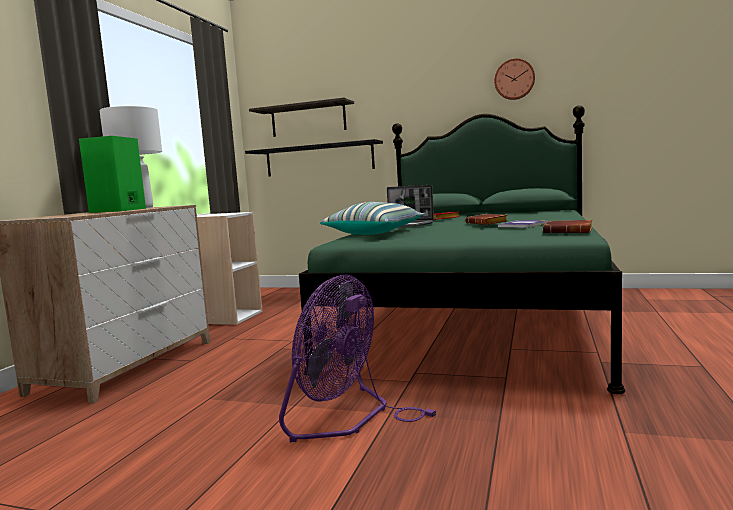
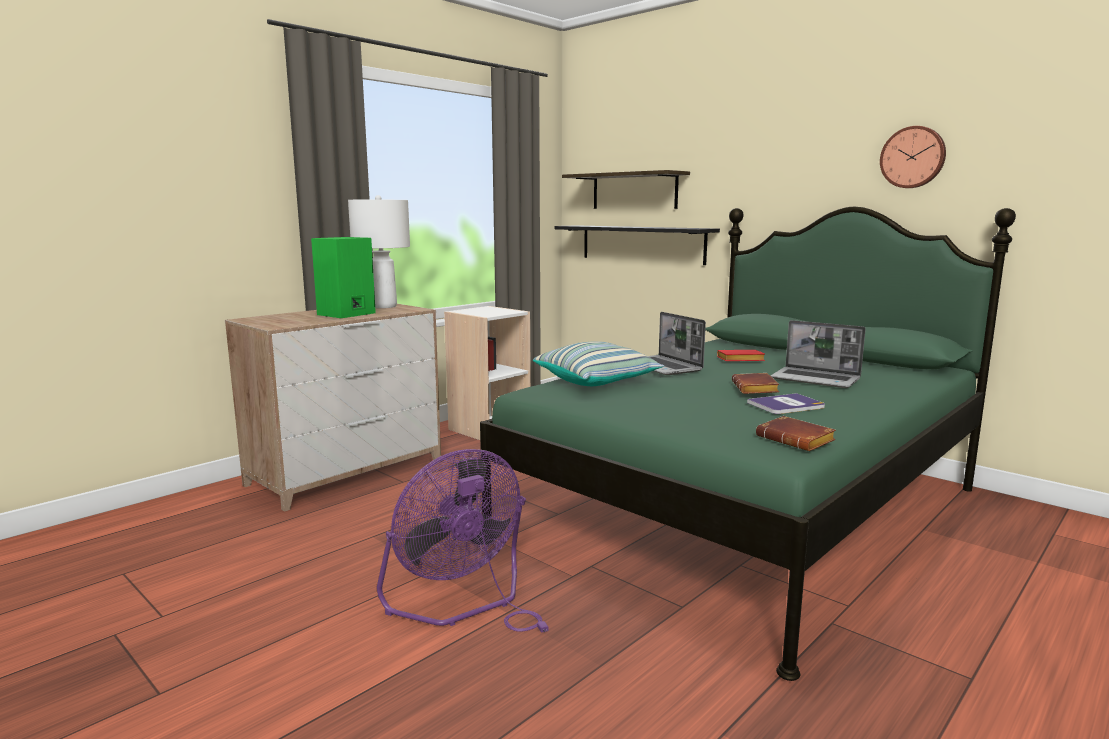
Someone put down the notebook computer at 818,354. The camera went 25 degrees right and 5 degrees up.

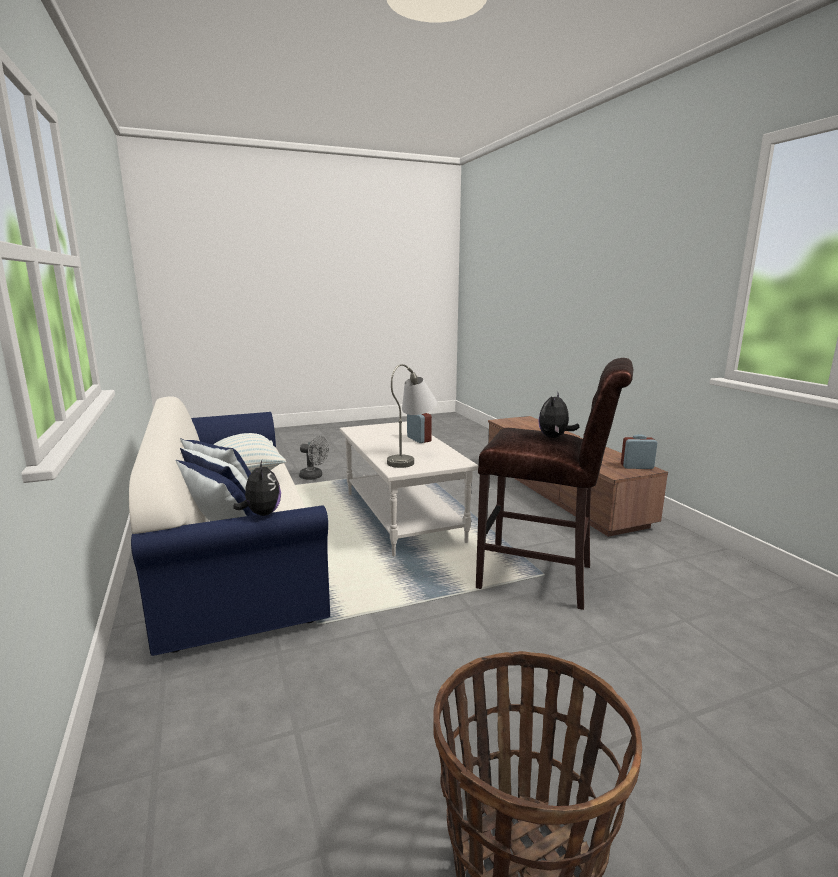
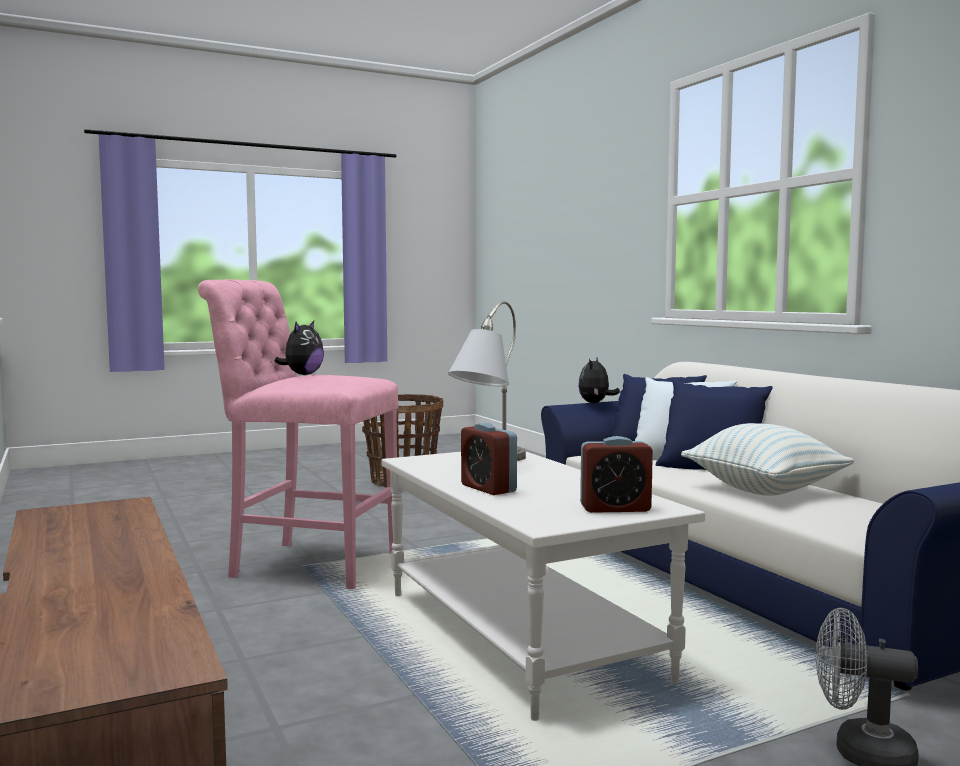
Someone repainted the brownish stool at 554,484, which became the pinkish stool at 298,434. Someone rotated the plush toy at 257,488 by 45 degrees clockwise. Someone carried the table clock from 639,451 to 616,474. The camera went 175 degrees right and 10 degrees down.

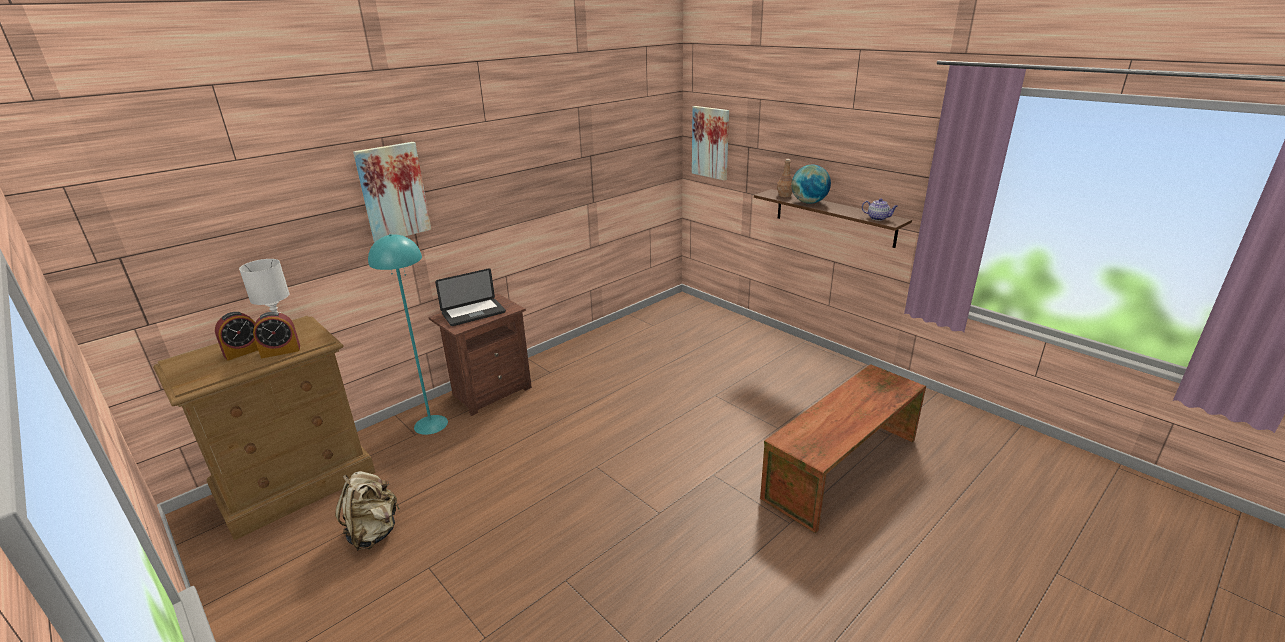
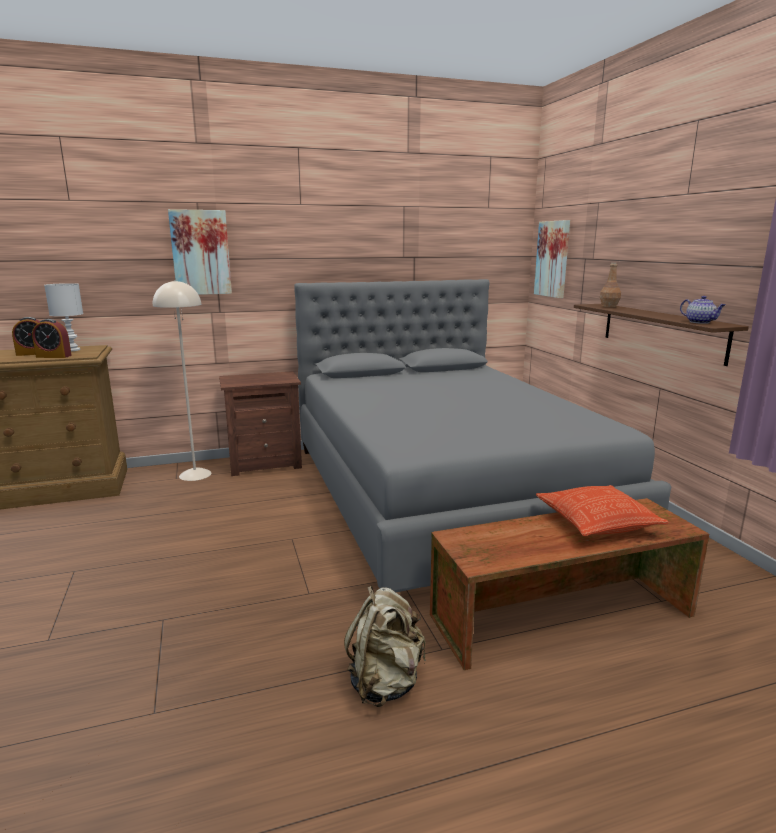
Someone repainted the blue-green standing lamp at 408,334, which became the beige-coloured standing lamp at 182,380. Someone put down the grey bed at 482,435. Someone carried the beige-coloured rucksack from 367,511 to 385,646. Someone put down the orange pillow at 602,510. Someone took away the notebook computer at 470,297. Someone took away the world globe at 811,184. The camera went 25 degrees right and 10 degrees down.

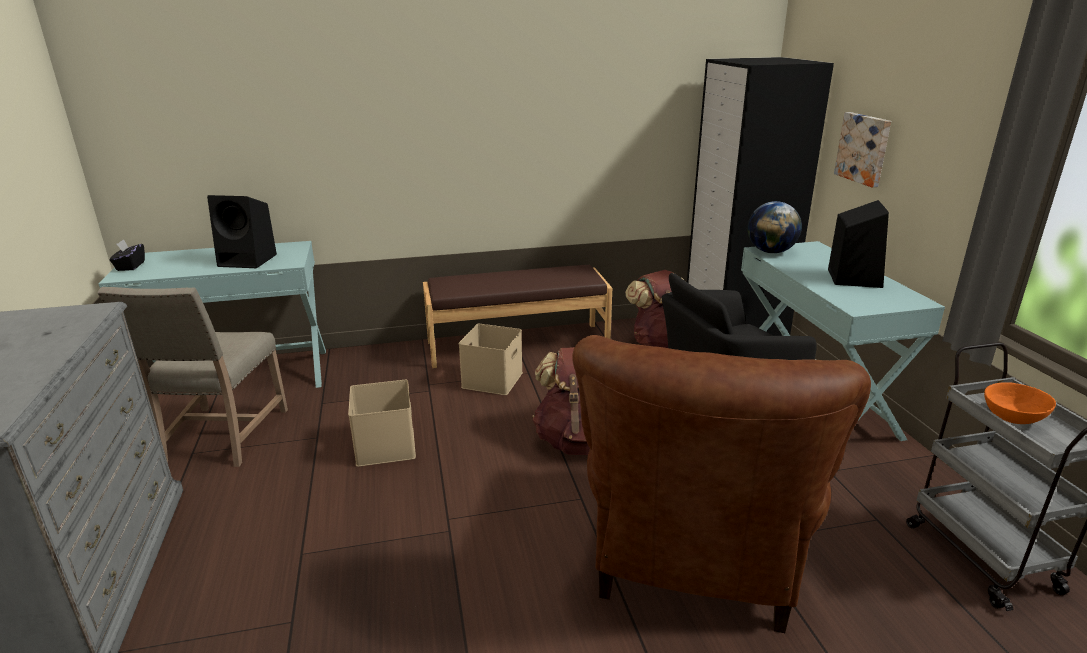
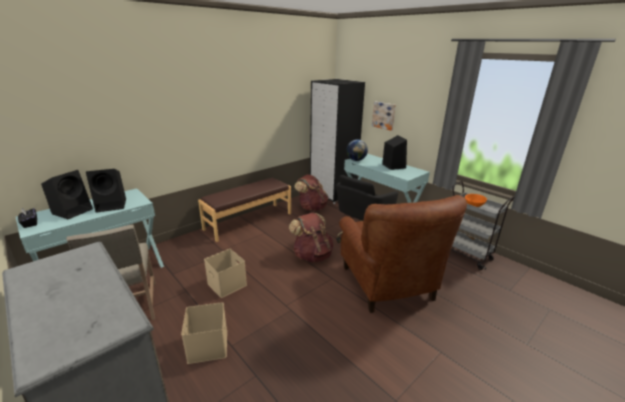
Someone put down the blackish loudspeaker at 67,194. Someone carried the beige-coloured storage bin from 491,359 to 204,333. The camera went 30 degrees left and 0 degrees up.

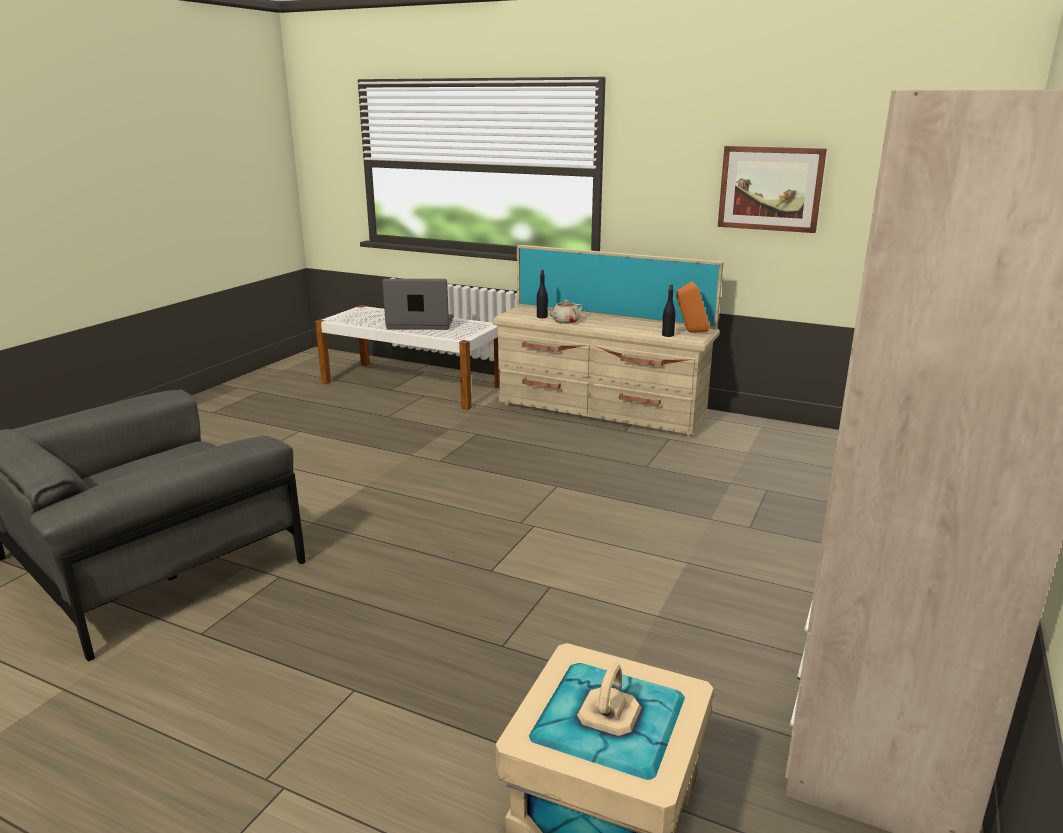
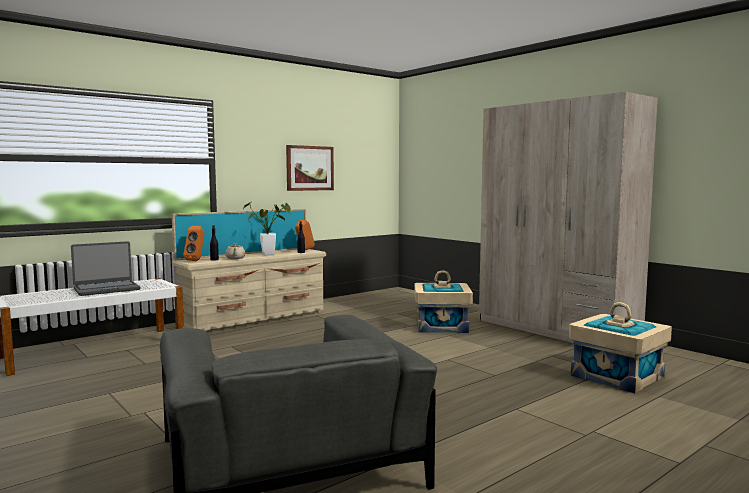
Someone rotated the notebook computer at 418,304 by 150 degrees counterclockwise. Someone put down the orange loudspeaker at 193,243. Someone put down the houseplant at 267,228. Someone put down the beige-coloured storage bin at 443,301. The camera went 65 degrees left and 15 degrees down.

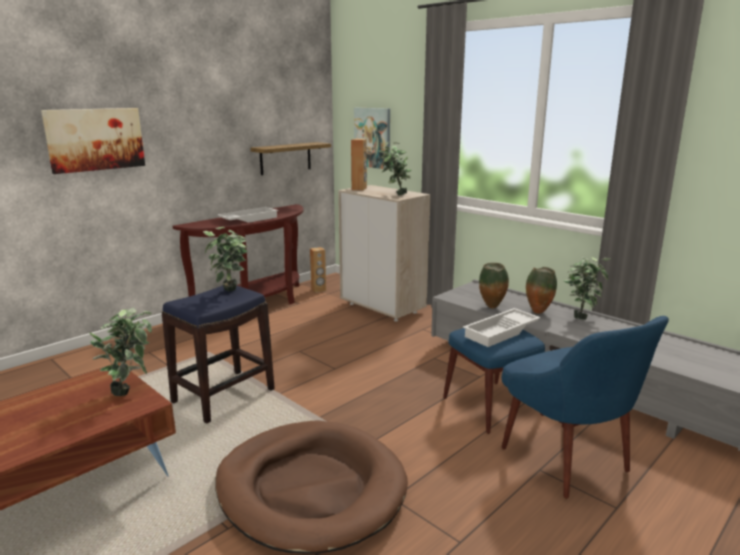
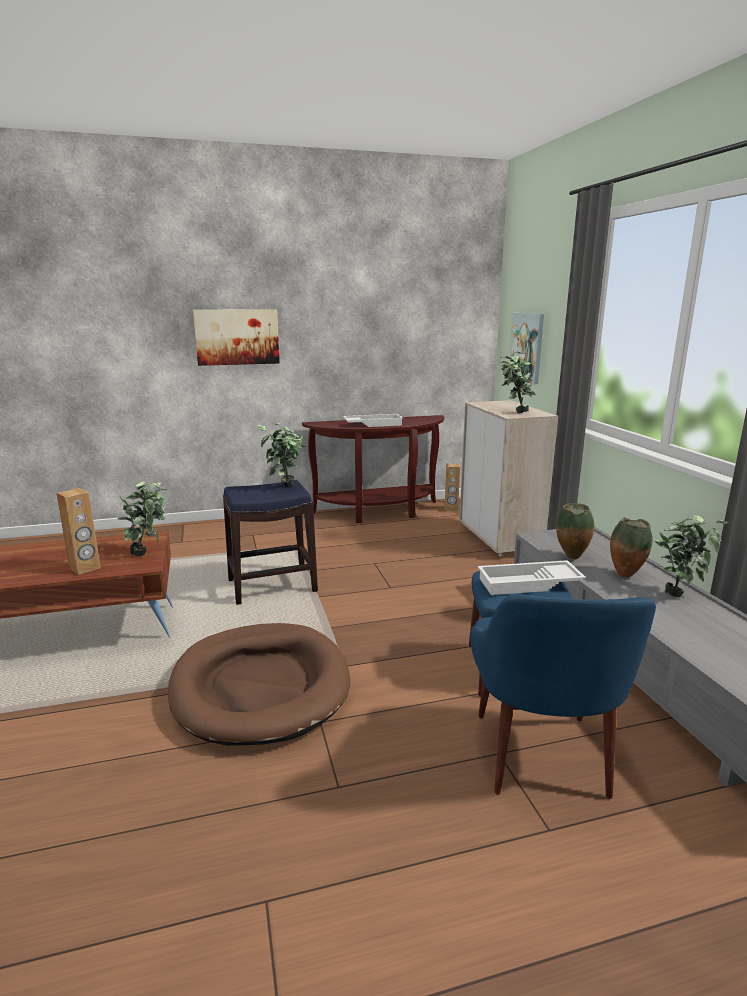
Someone carried the brownish loudspeaker from 359,165 to 78,531. Someone took away the wall shelf at 290,158. The camera went 30 degrees right and 0 degrees up.

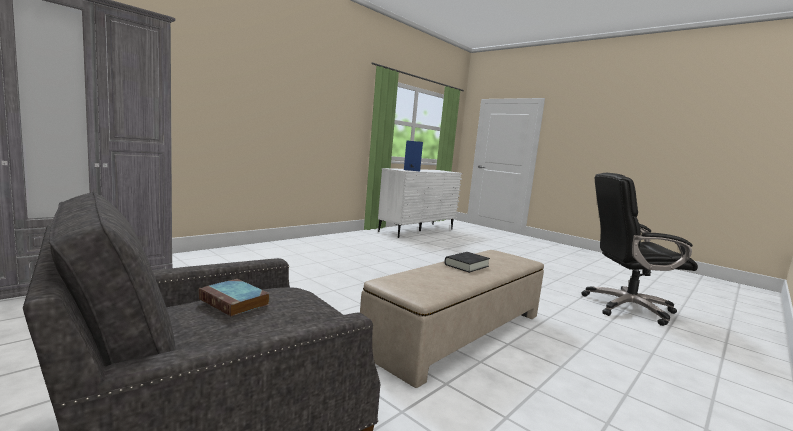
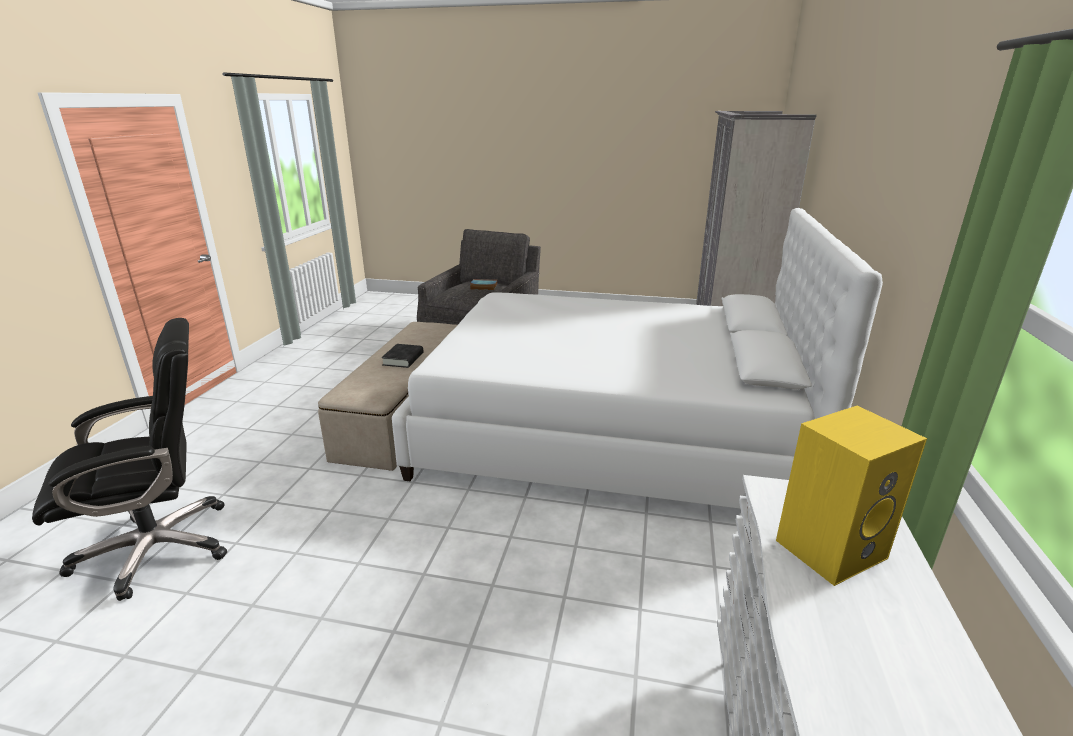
Someone put down the whitish bed at 637,358. Someone repainted the blue loudspeaker at 413,155, which became the yellowish loudspeaker at 851,496. The camera went 150 degrees right and 15 degrees up.

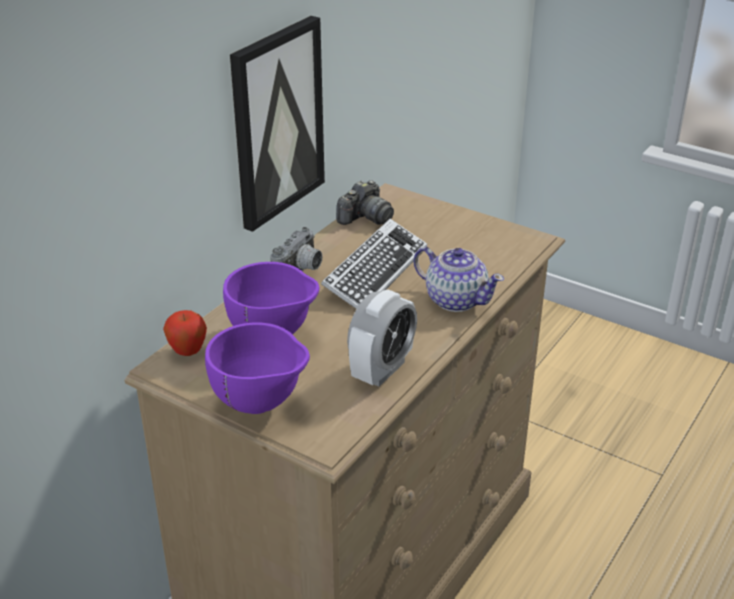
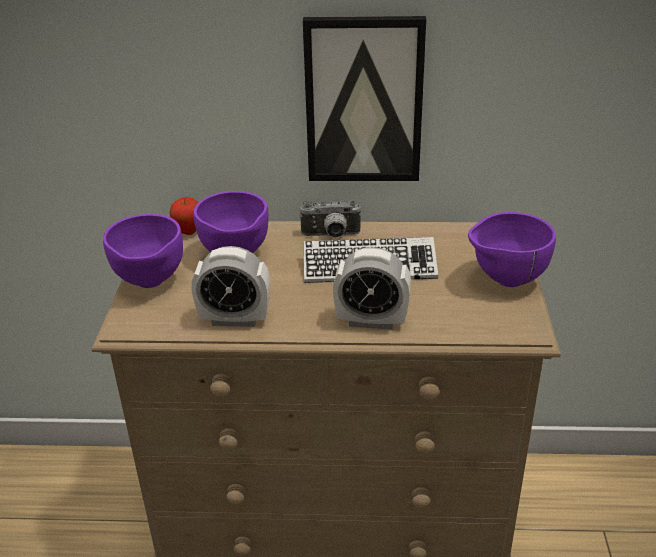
Someone swapped the teapot at 459,279 for the table clock at 372,288. Someone put down the purple serving bowl at 512,249. Someone took away the photo camera at 365,202. The camera went 60 degrees right and 0 degrees up.

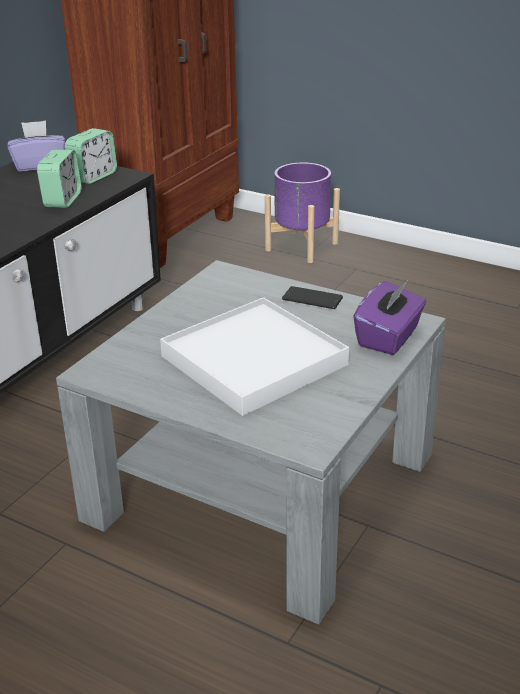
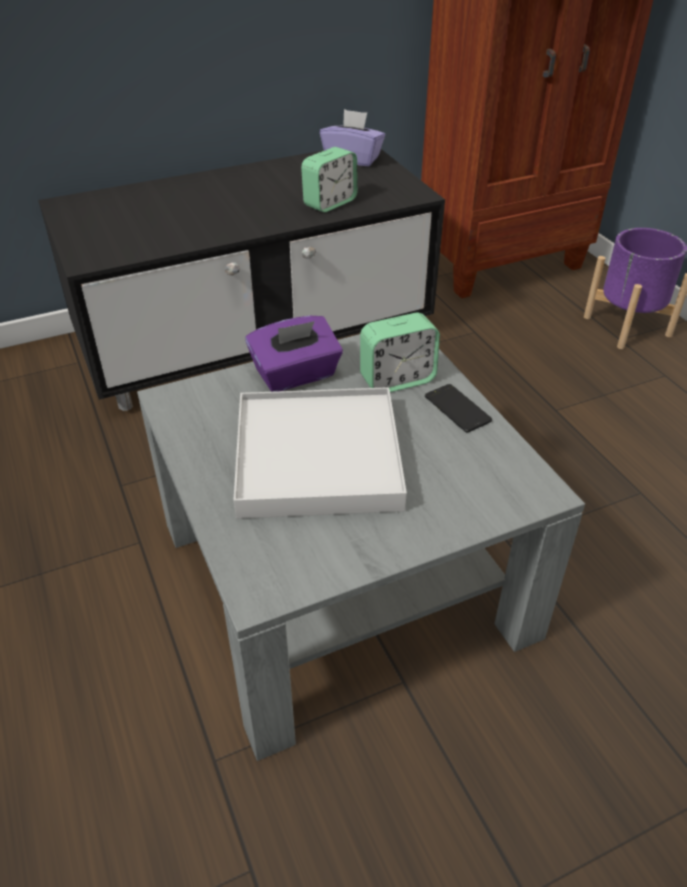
Someone carried the purple tissue holder from 389,317 to 294,354. Someone carried the table clock from 91,156 to 400,352. The camera went 35 degrees right and 10 degrees up.

